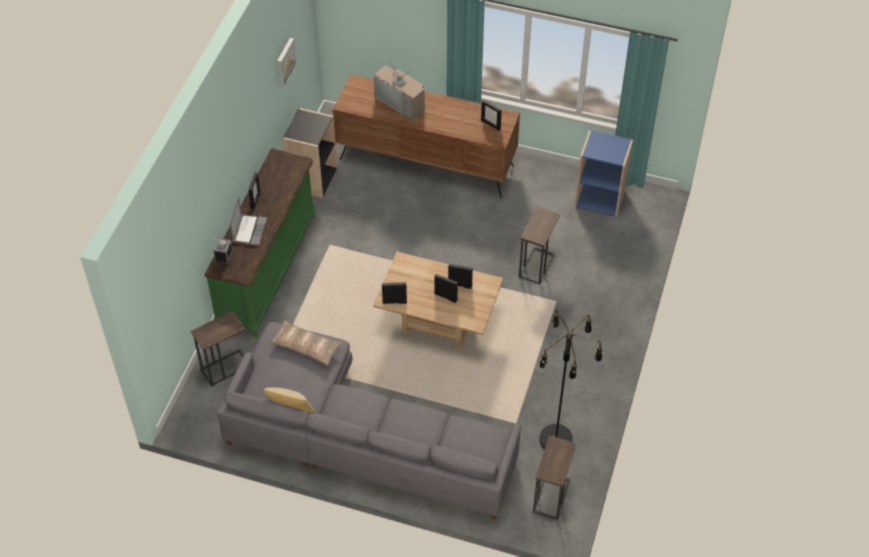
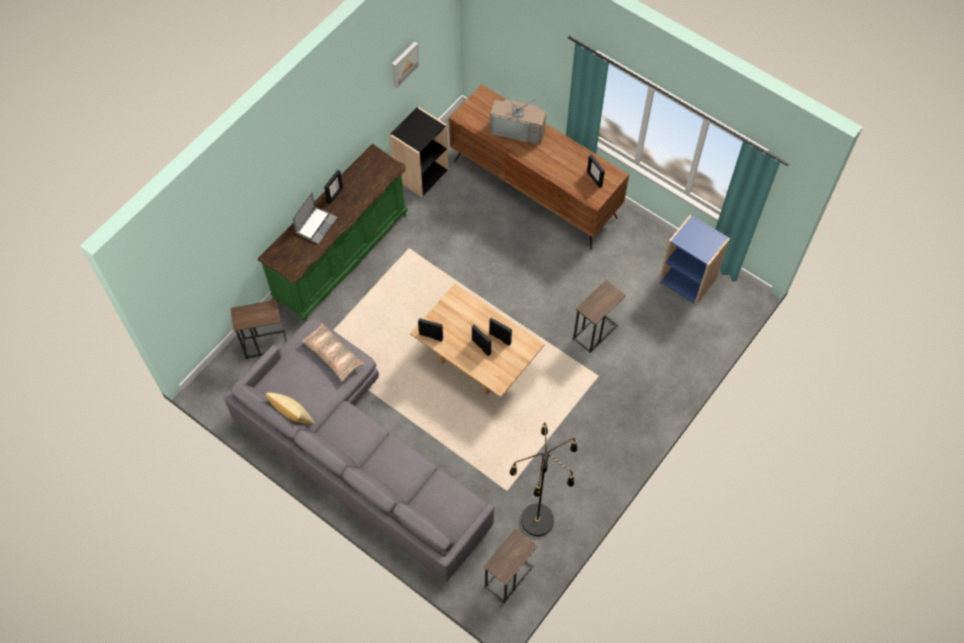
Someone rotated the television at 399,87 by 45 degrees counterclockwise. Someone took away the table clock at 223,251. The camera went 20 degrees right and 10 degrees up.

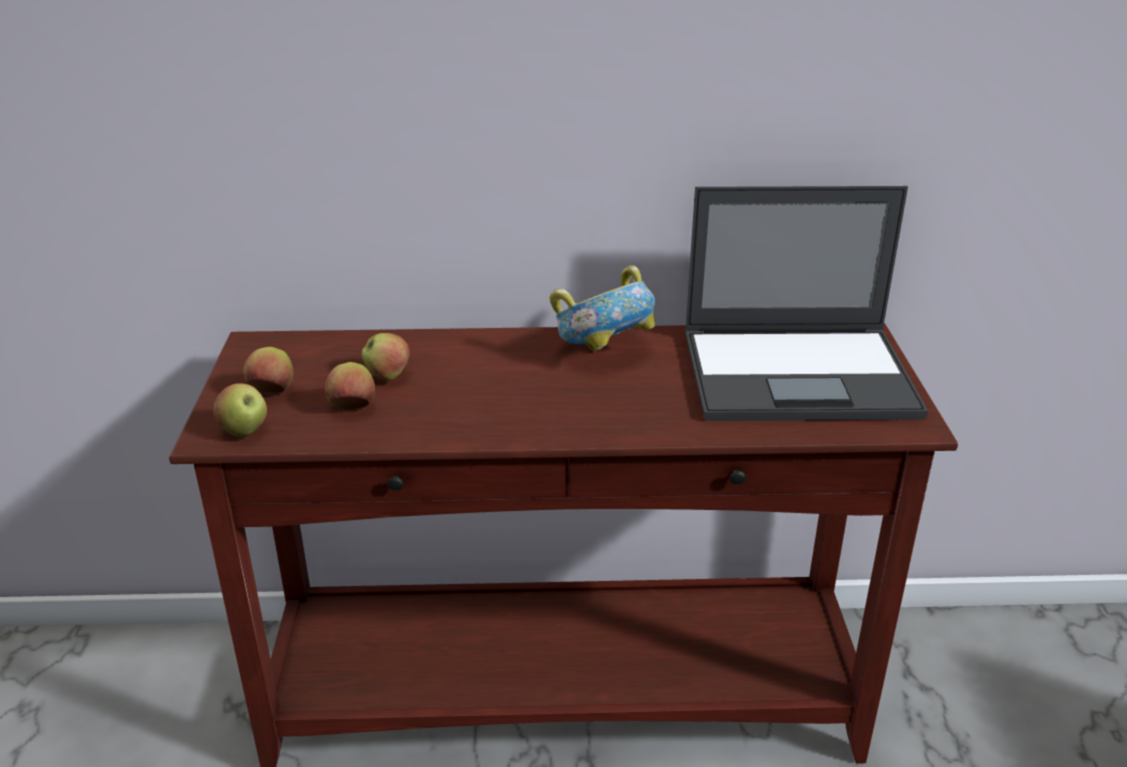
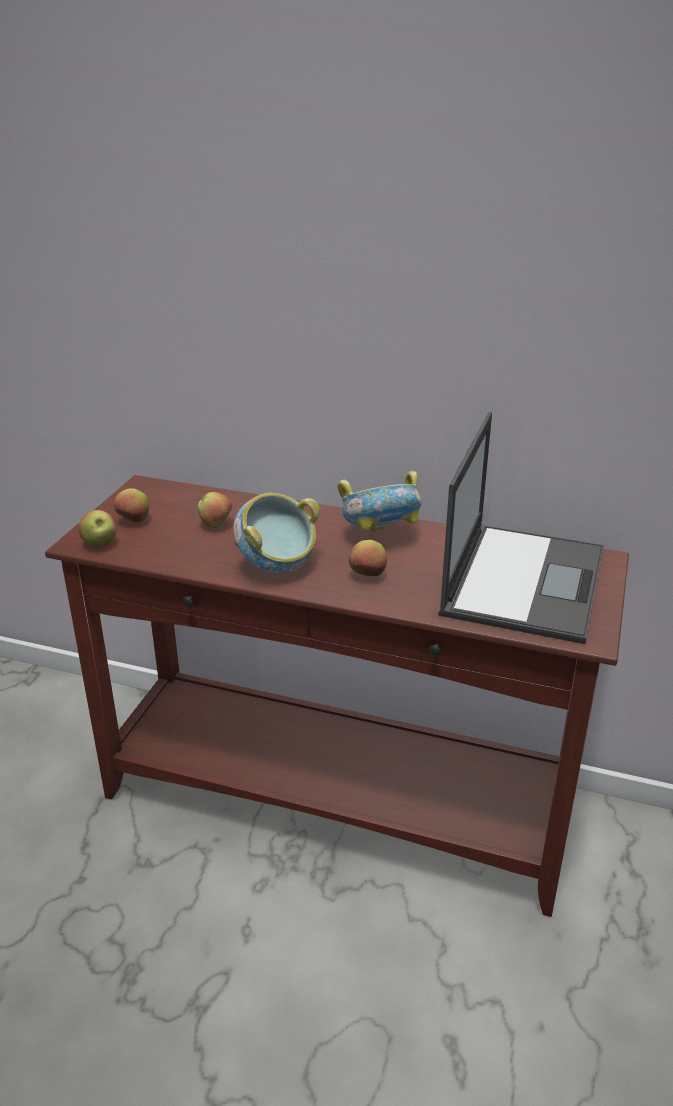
Someone put down the serving bowl at 276,533. Someone carried the apple from 350,385 to 368,558. Someone rotated the notebook computer at 806,303 by 90 degrees counterclockwise. The camera went 20 degrees right and 0 degrees up.

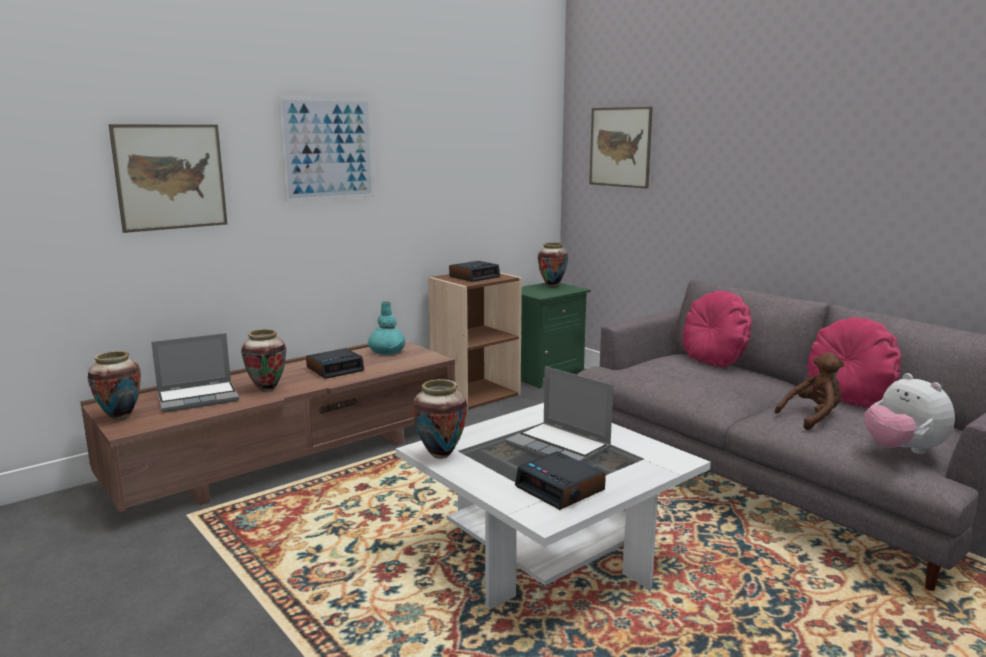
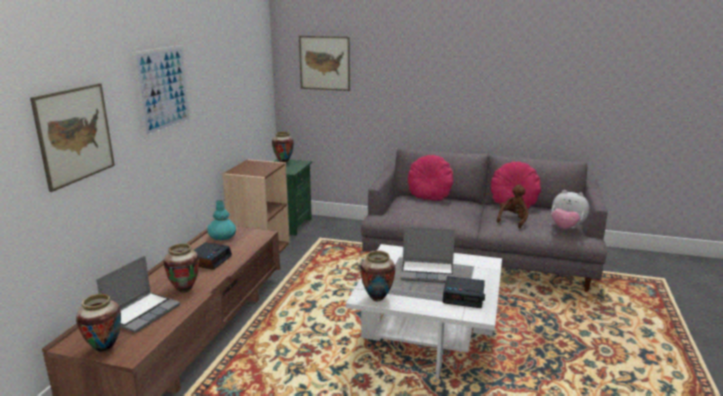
Someone took away the table clock at 474,271. The camera went 35 degrees left and 5 degrees up.

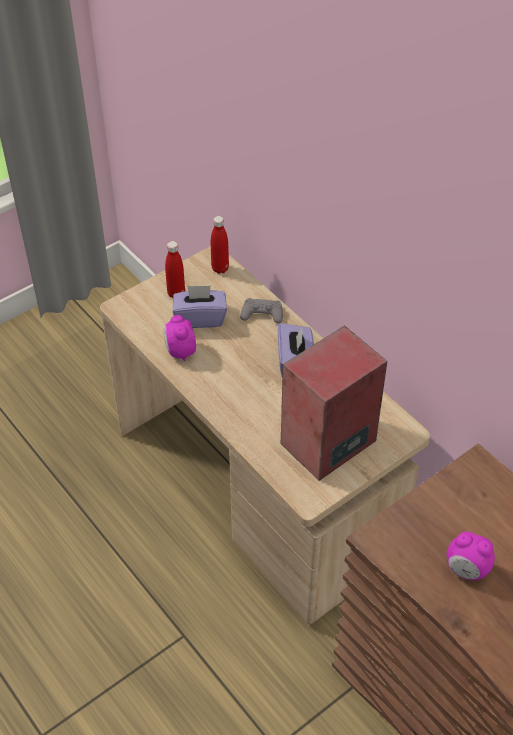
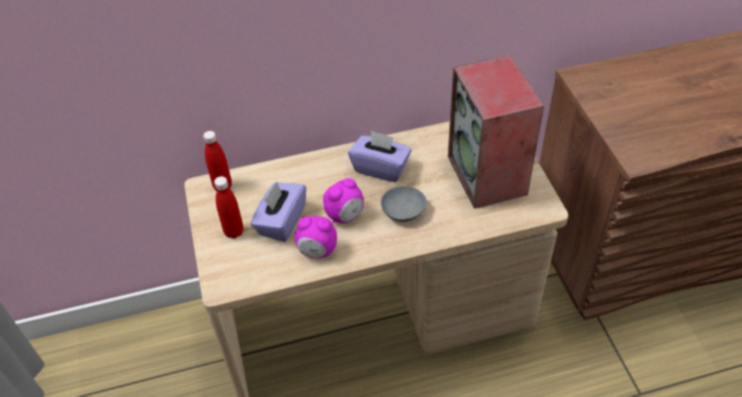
Someone carried the table clock from 471,556 to 343,200. Someone put down the grey serving bowl at 404,204. Someone took away the grey gamepad at 261,310. The camera went 65 degrees left and 0 degrees up.

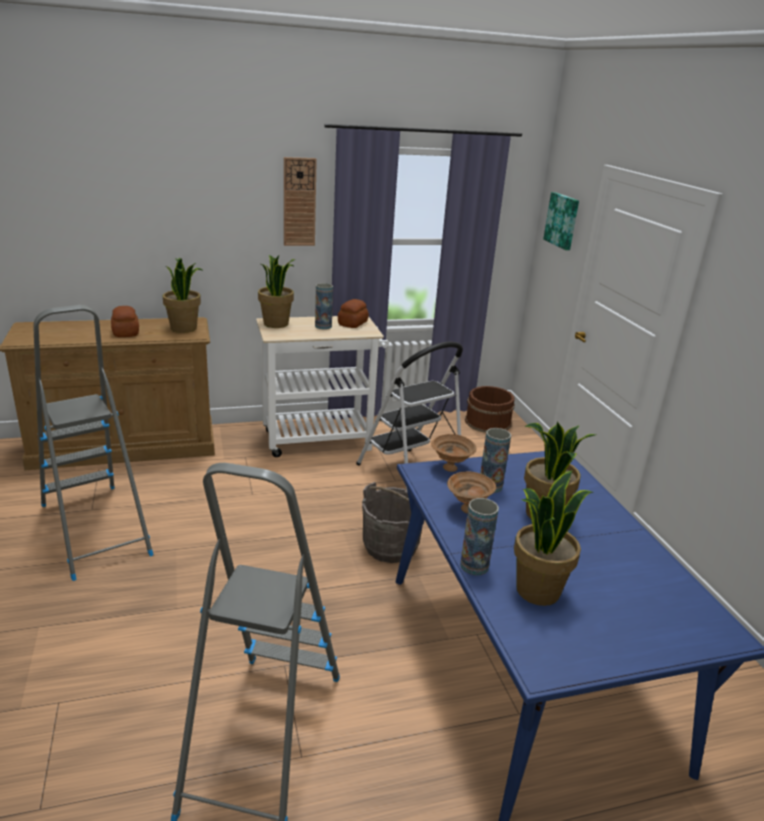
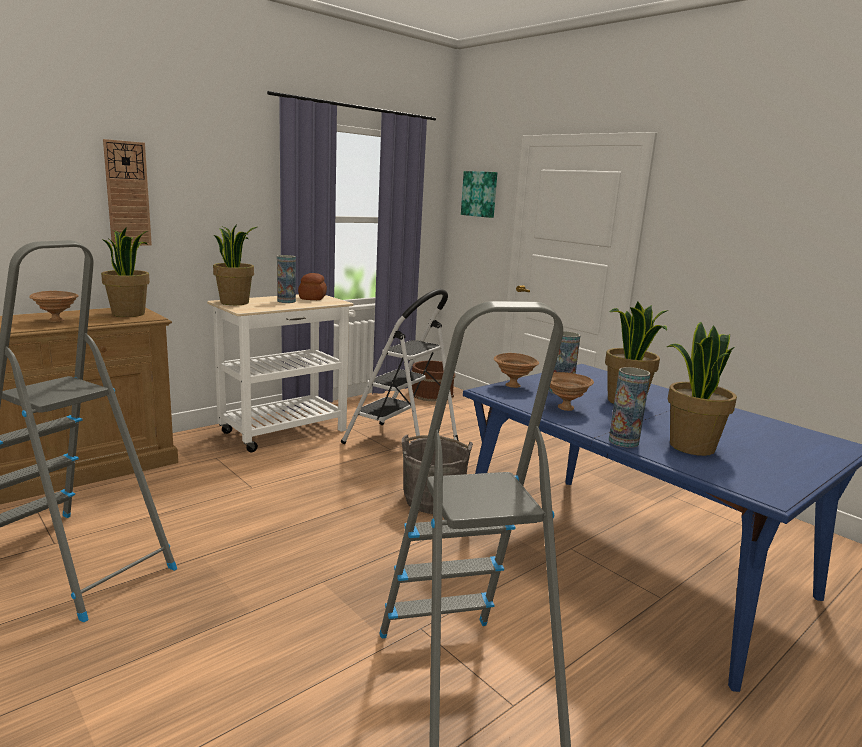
Someone swapped the baked bread at 125,321 for the brownish serving bowl at 54,306. Someone carried the hanging clock from 300,201 to 127,192. The camera went 25 degrees left and 10 degrees down.

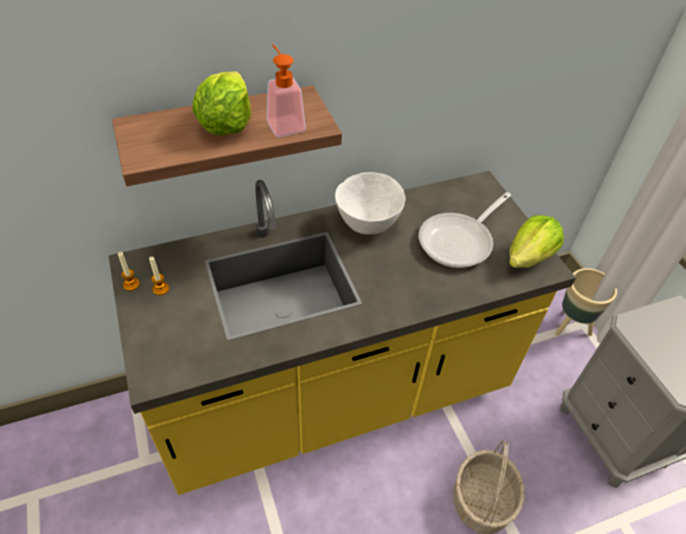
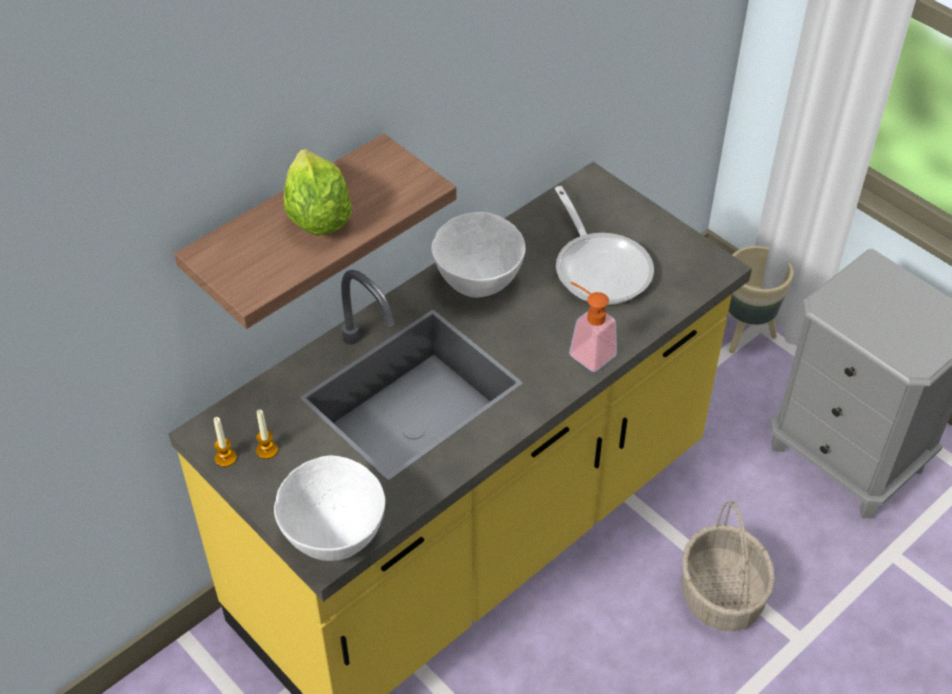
Someone put down the whitish serving bowl at 330,508. Someone rotated the pan at 465,230 by 45 degrees counterclockwise. Someone carried the soap bottle from 286,91 to 593,327. Someone took away the head of lettuce at 536,241. The camera went 20 degrees left and 0 degrees up.

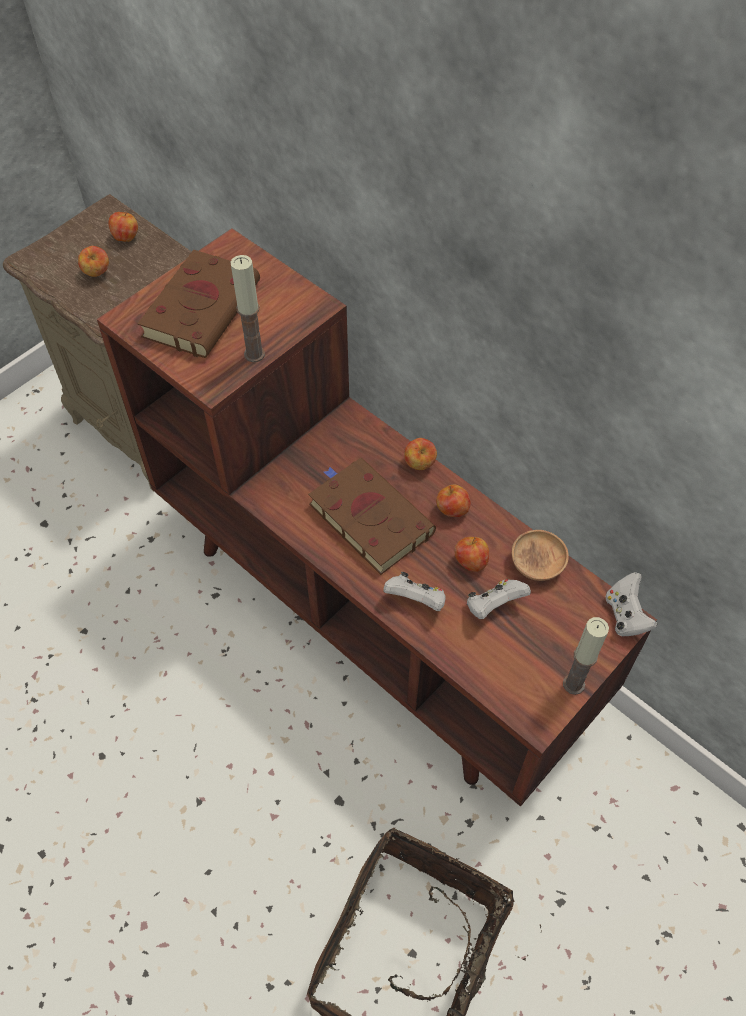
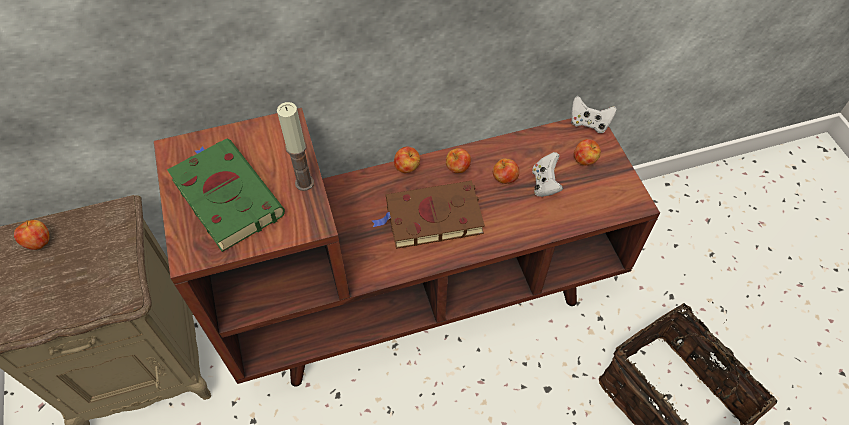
Someone repainted the brownish volume at 199,304, which became the greenish volume at 226,195. Someone carried the apple from 93,261 to 587,152. Someone took away the whitish gamepad at 414,591. Someone took away the brownish serving bowl at 540,555. Someone took away the wax light at 586,656. The camera went 60 degrees left and 0 degrees up.

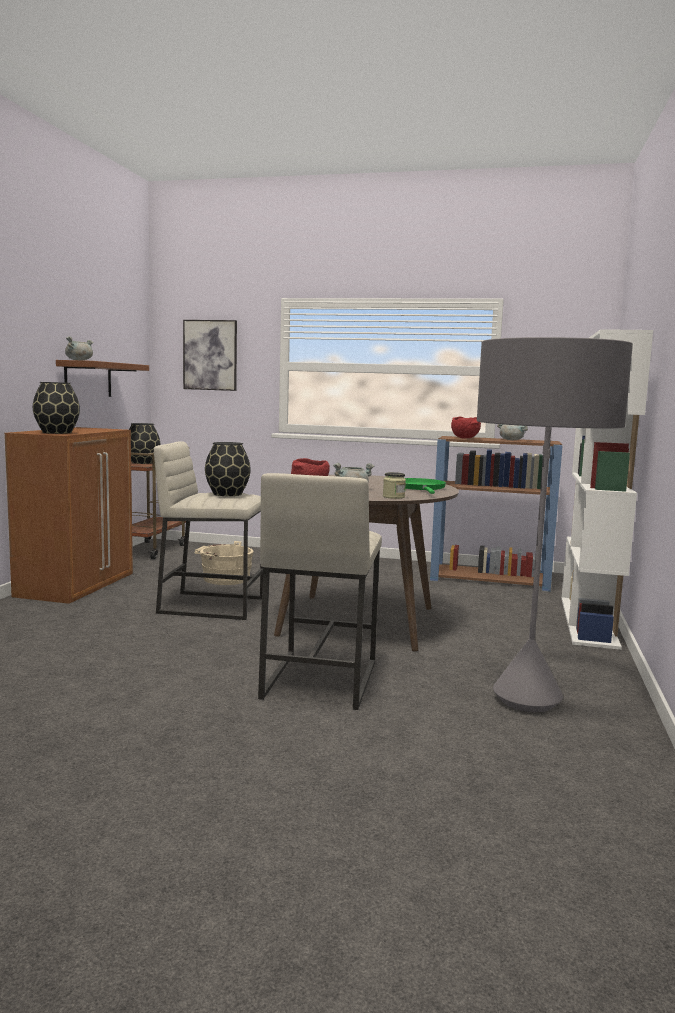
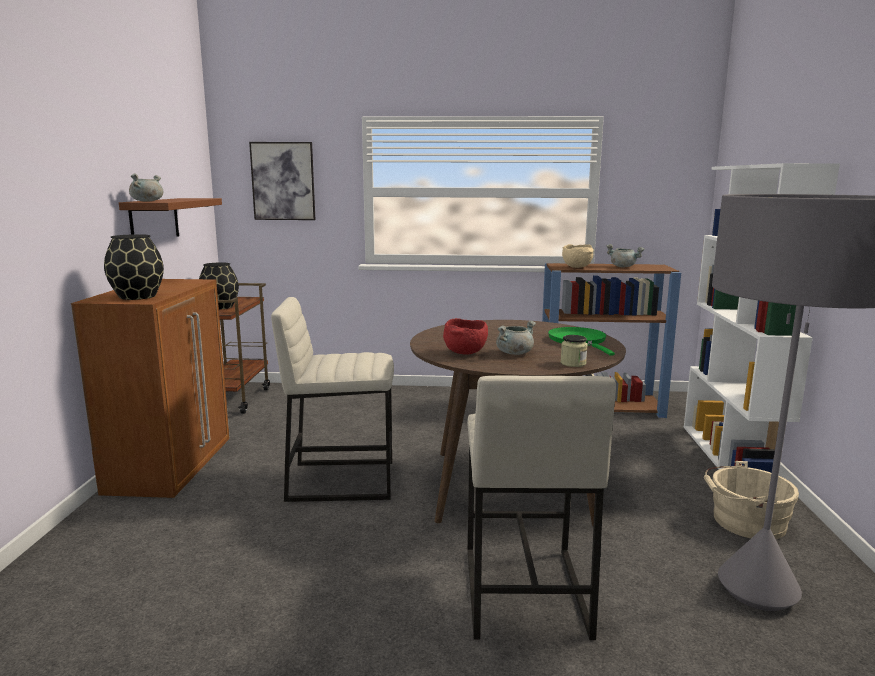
Someone repainted the red-coloured serving bowl at 466,428, which became the beige-coloured serving bowl at 578,256. Someone carried the beige-coloured water bucket from 224,563 to 751,500. Someone took away the blackish flower vase at 228,469. The camera went 10 degrees left and 5 degrees up.

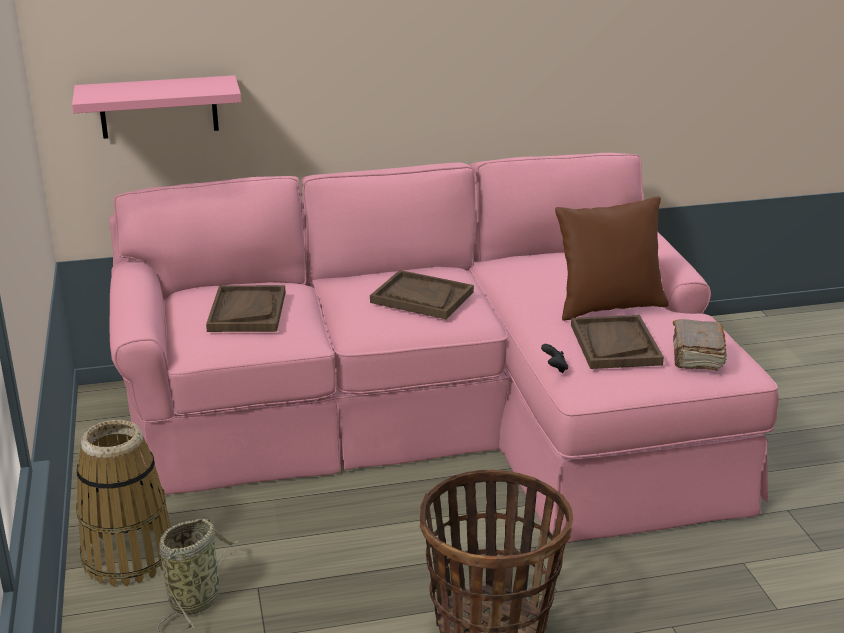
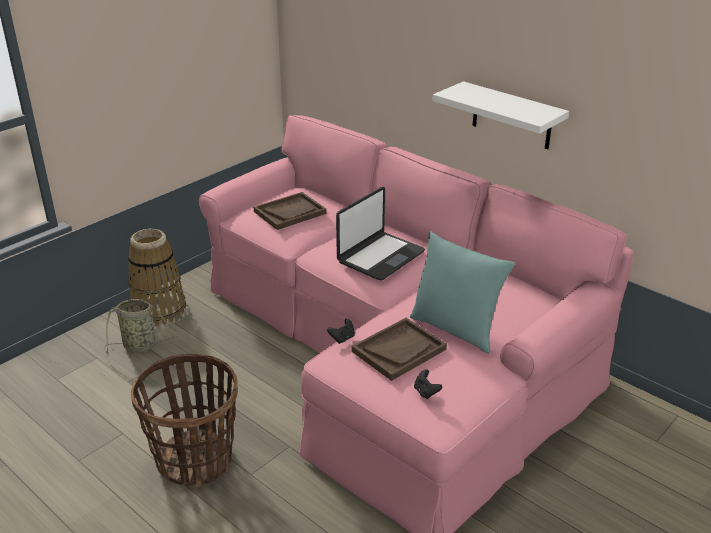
Someone swapped the brownish serving tray at 422,294 for the notebook computer at 380,233. Someone repainted the brownish pillow at 612,258, which became the blue-green pillow at 462,292. Someone swapped the brownish volume at 700,345 for the blackish gamepad at 428,384. Someone put up the whitish wall shelf at 500,115. Someone took away the pinkish wall shelf at 156,107. The camera went 55 degrees right and 5 degrees up.

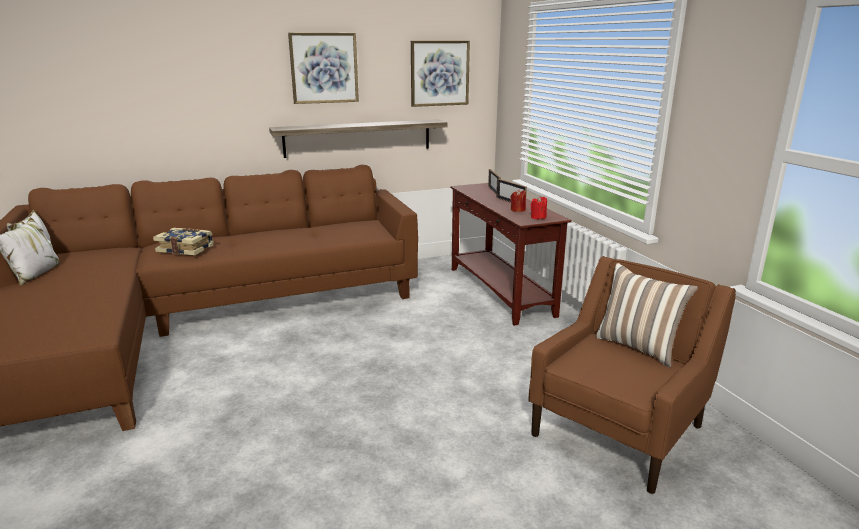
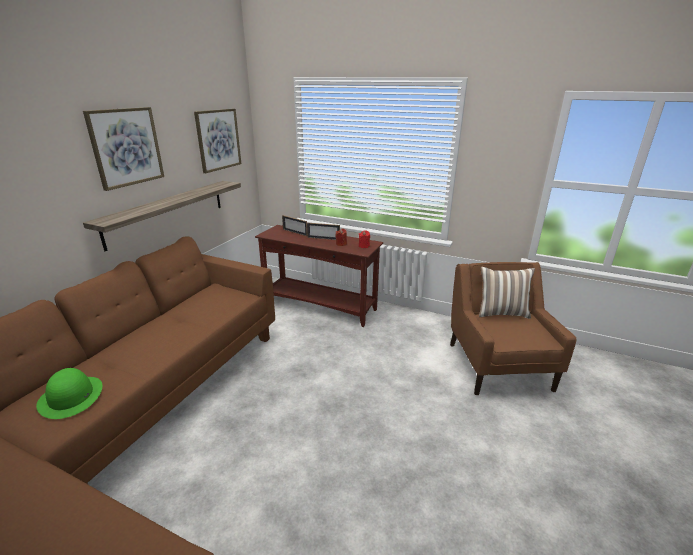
Someone swapped the volume at 183,242 for the greenish clothing hat at 69,393. The camera went 45 degrees left and 5 degrees up.

